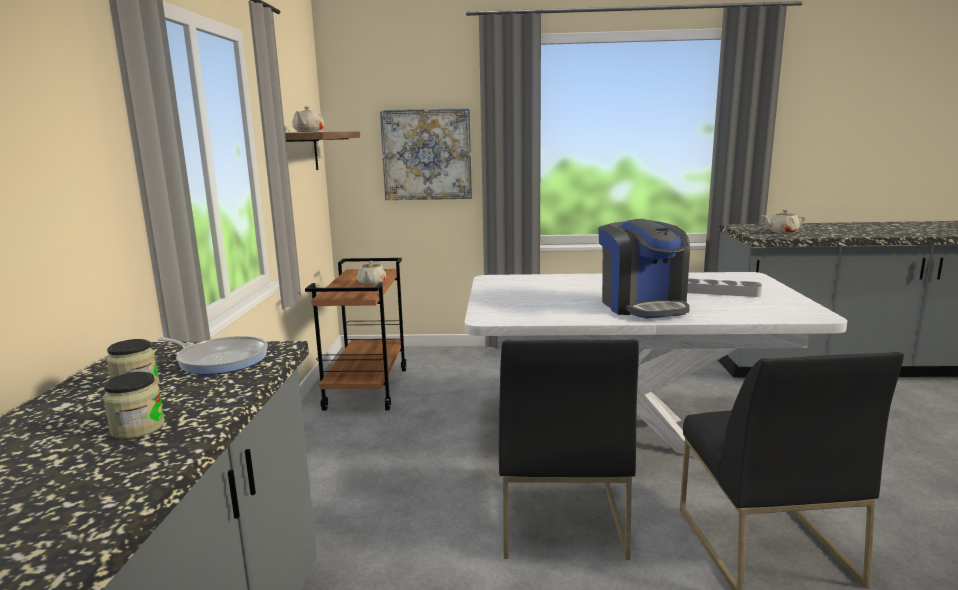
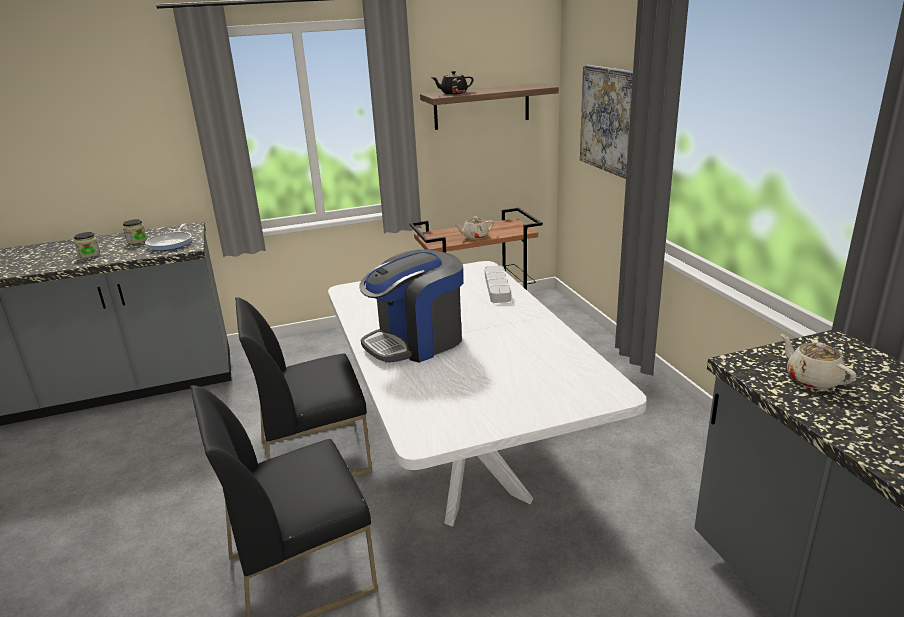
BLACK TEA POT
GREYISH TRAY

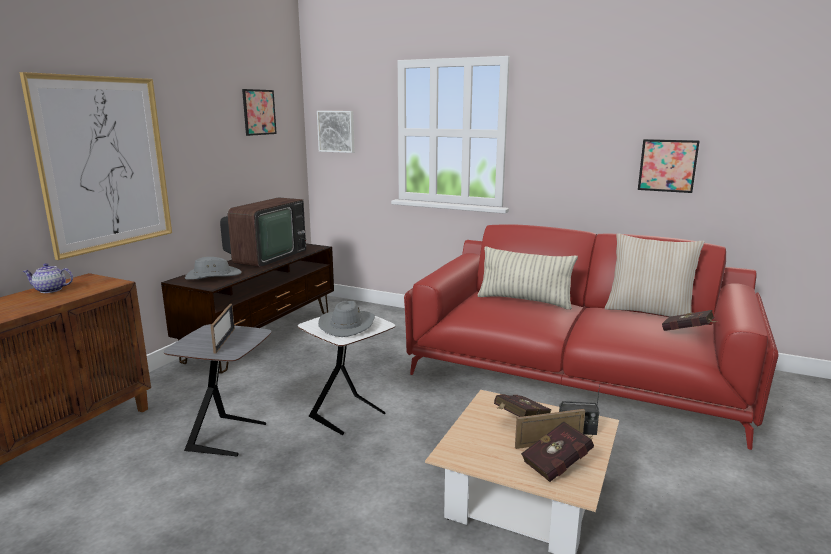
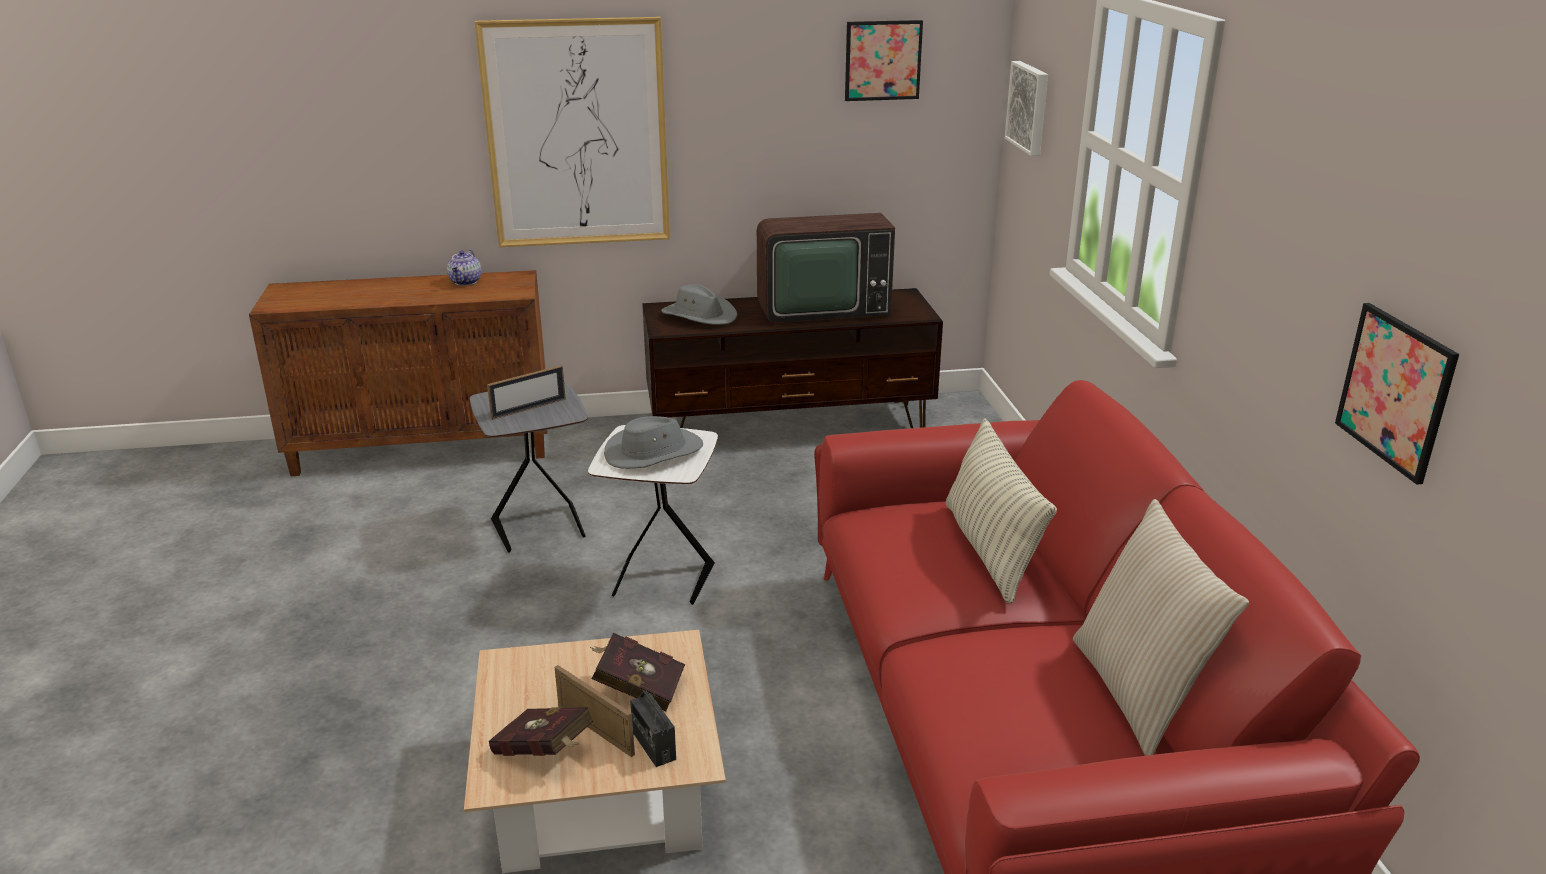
TEA POT
REDDISH VOLUME (no. 3 from left in the first image)

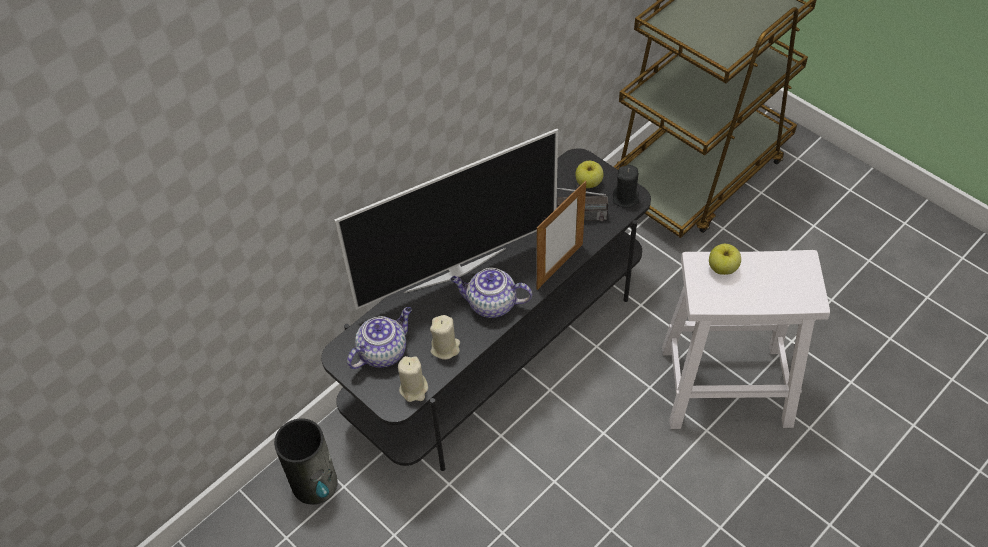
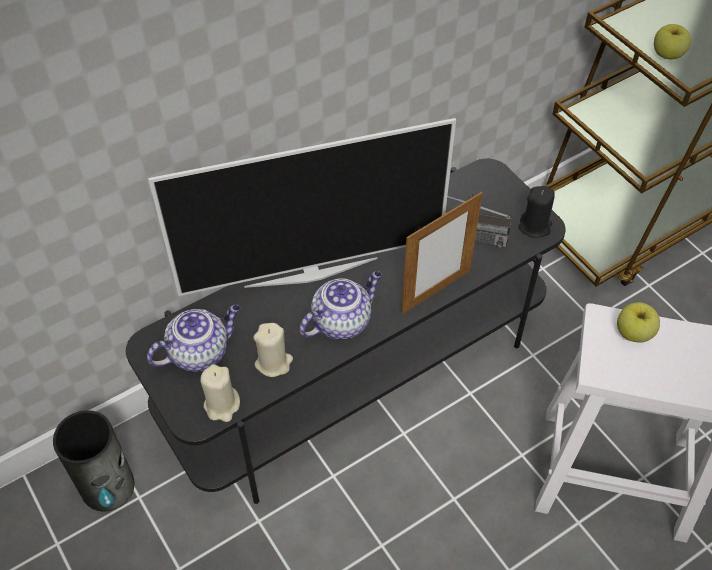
TEA POT (no. 2 from left)
APPLE FRUIT (no. 2 from left)

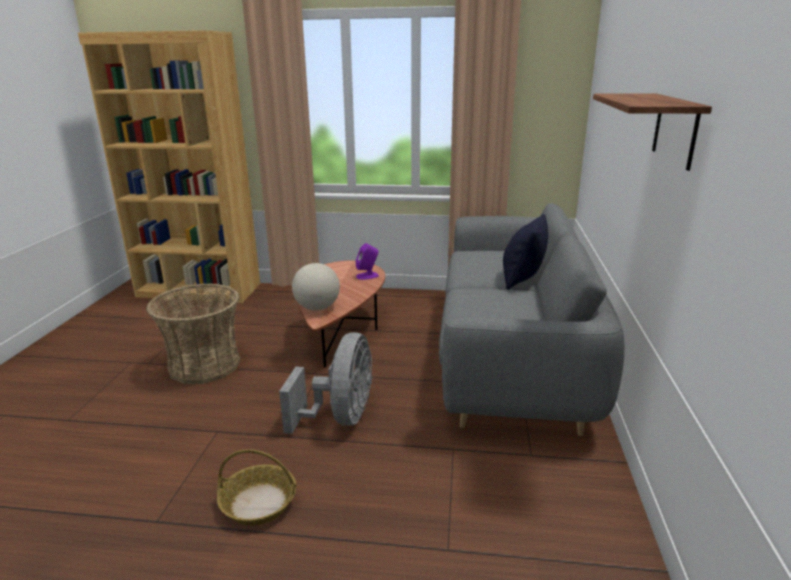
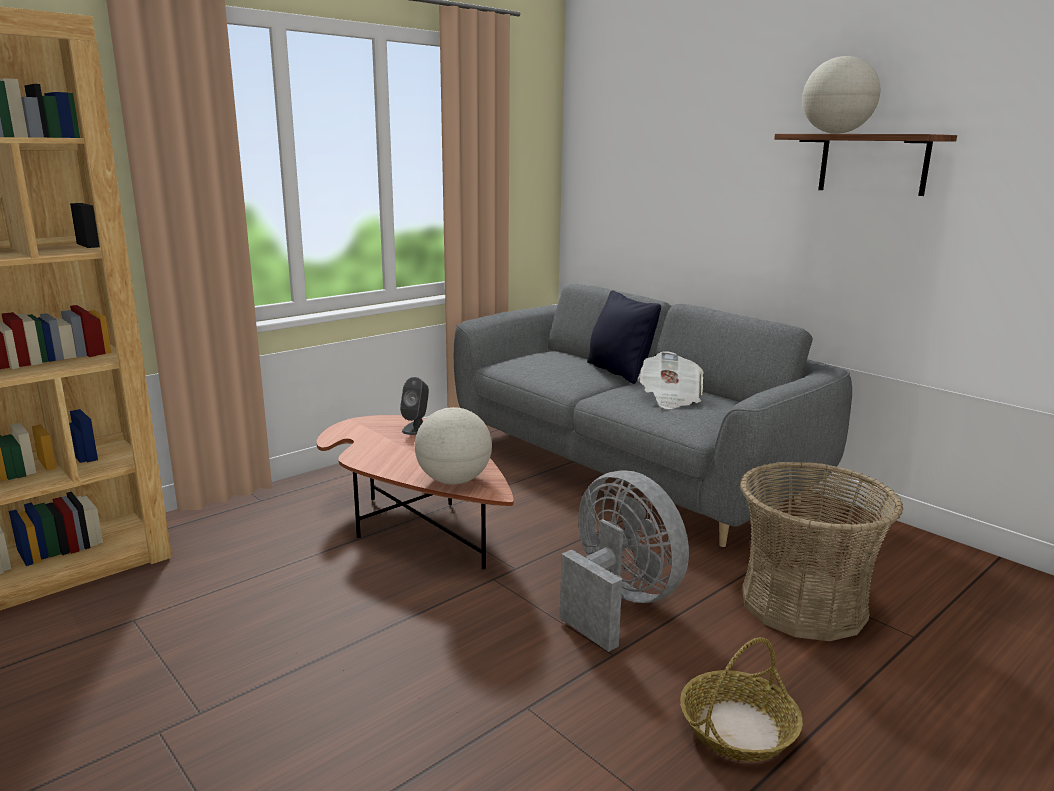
GREYISH LOUDSPEAKER
NEWSPAPER
HOUSEHOLD BASKET (no. 2 from left)
GLOBE (no. 2 from left)

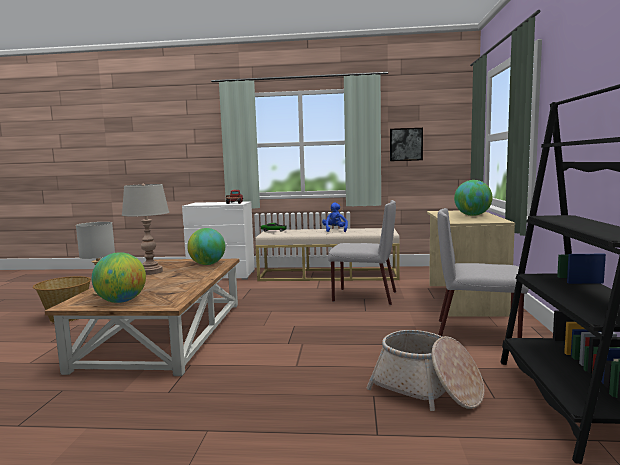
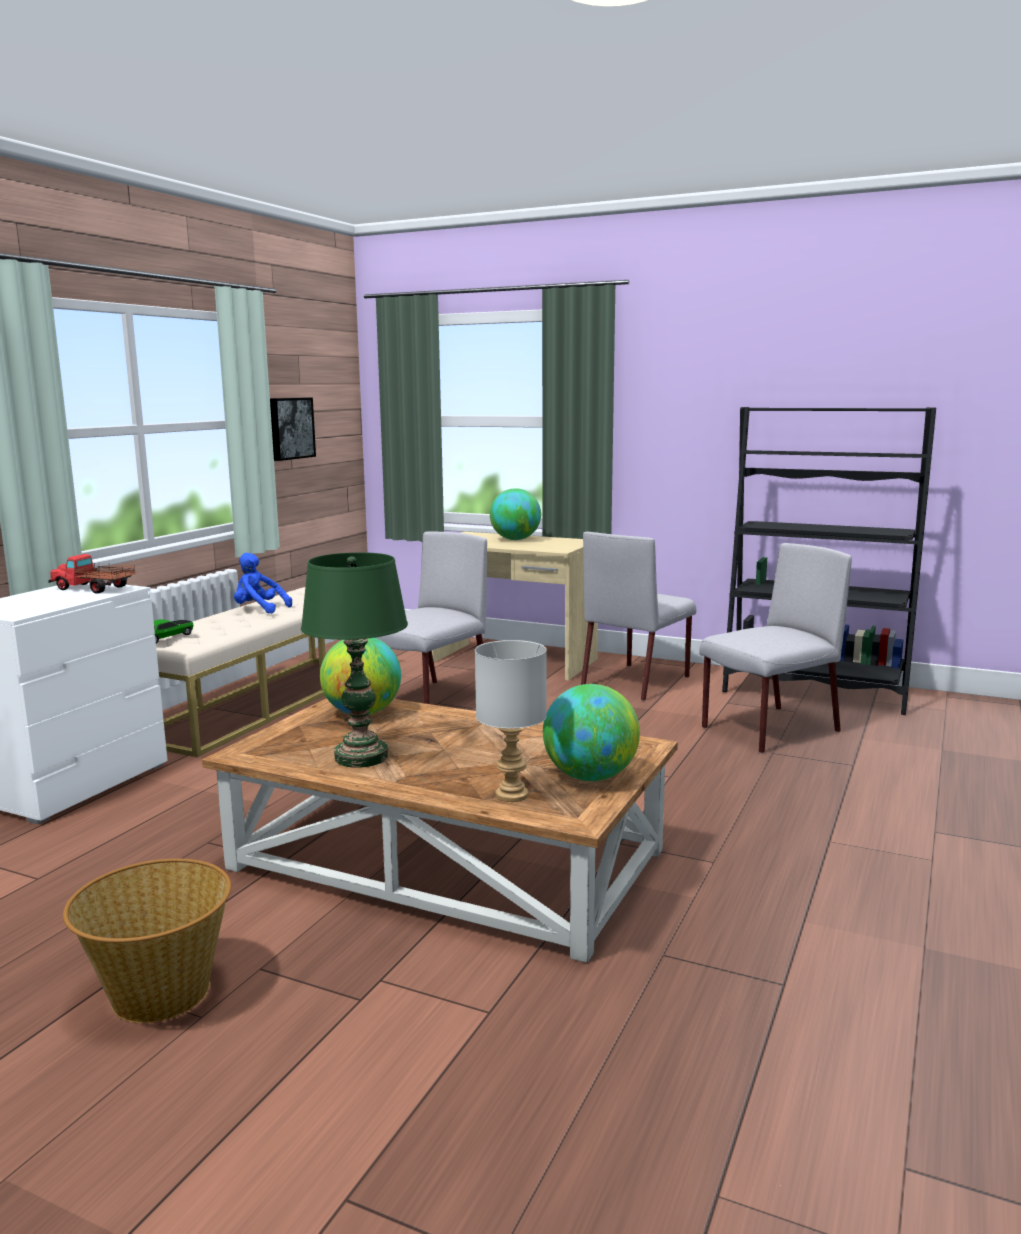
GREEN-COLOURED TABLE LAMP
GREYISH UPRIGHT CHAIR (no. 3 from left)

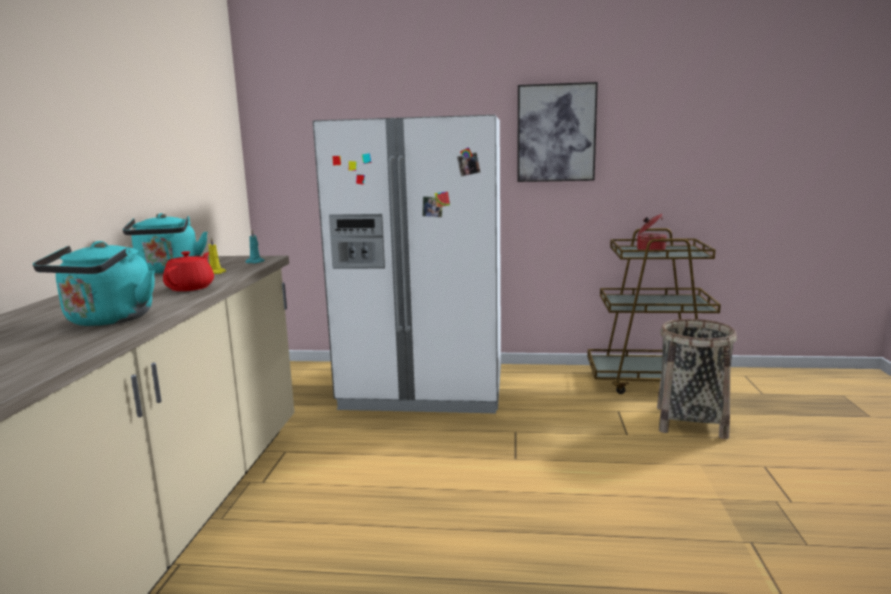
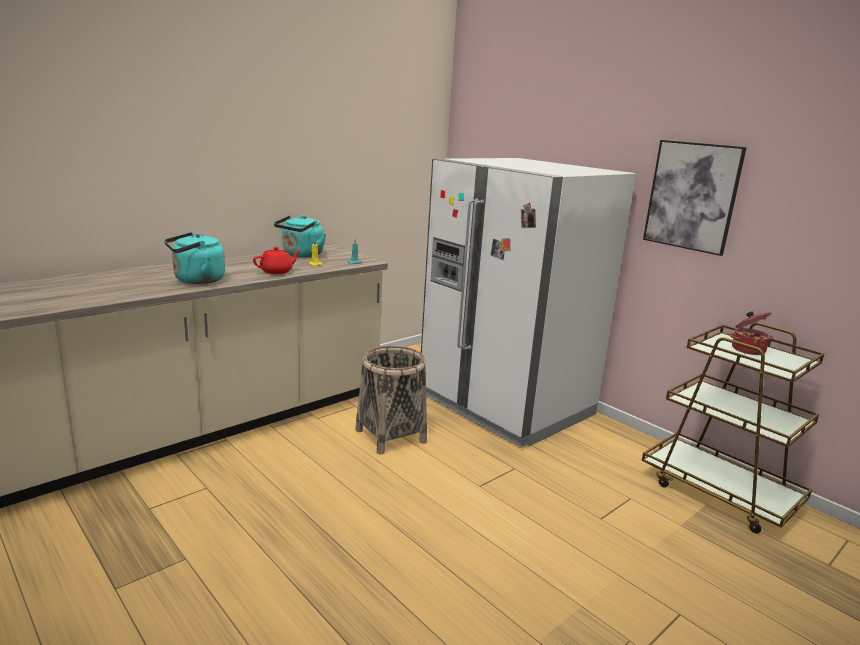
HOUSEHOLD BASKET

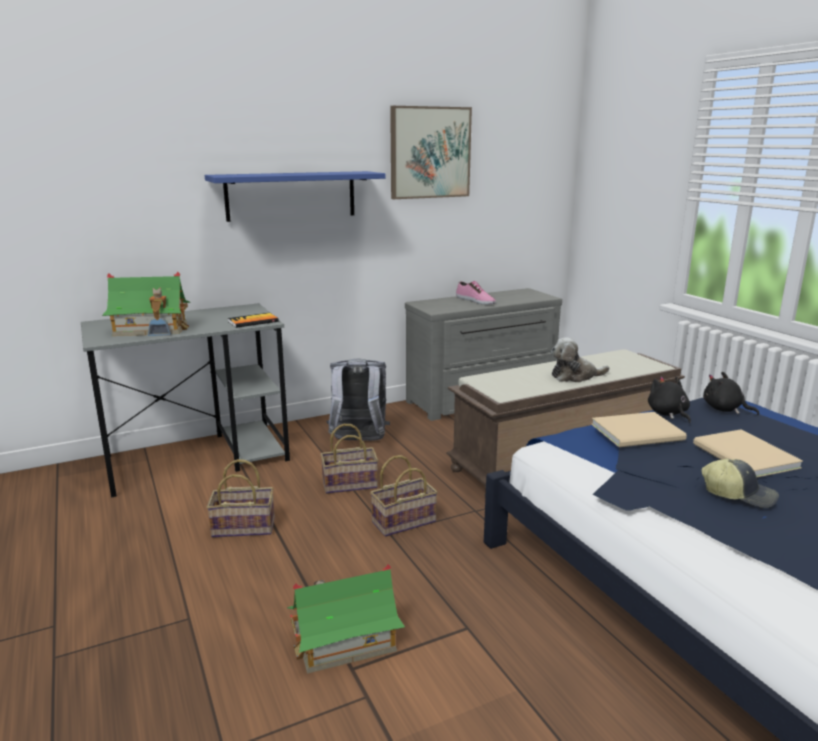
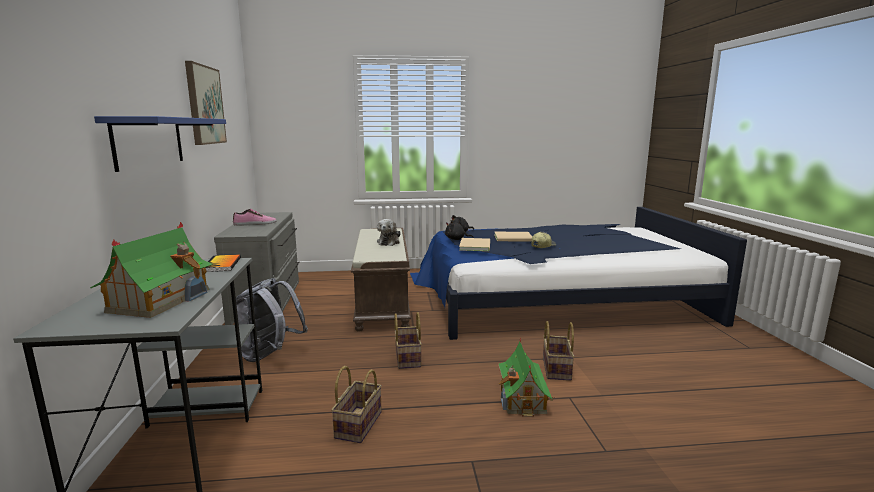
HOUSEHOLD BASKET (no. 3 from left)

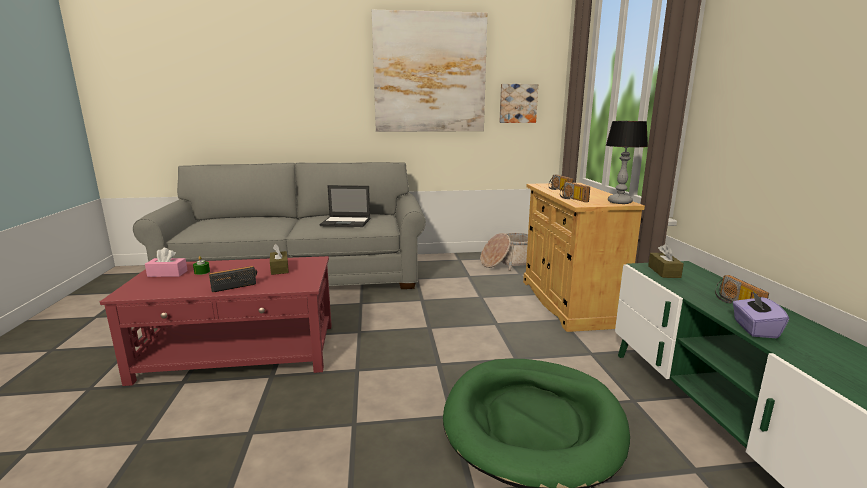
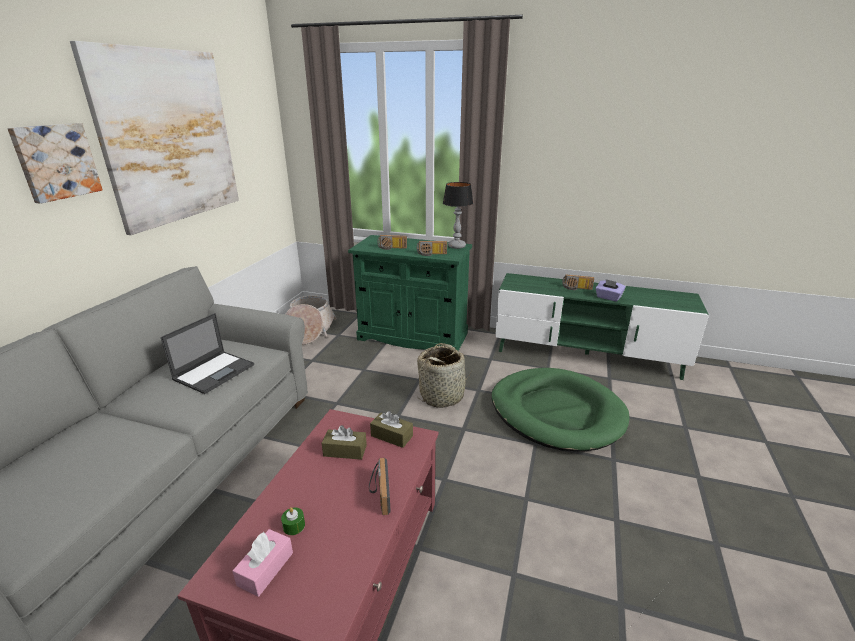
WALL PICTURE (no. 1 from left)
GREEN-COLOURED CABINET
BROWN-COLOURED TISSUE HOLDER (no. 2 from left)
HOUSEHOLD BASKET (no. 2 from left)

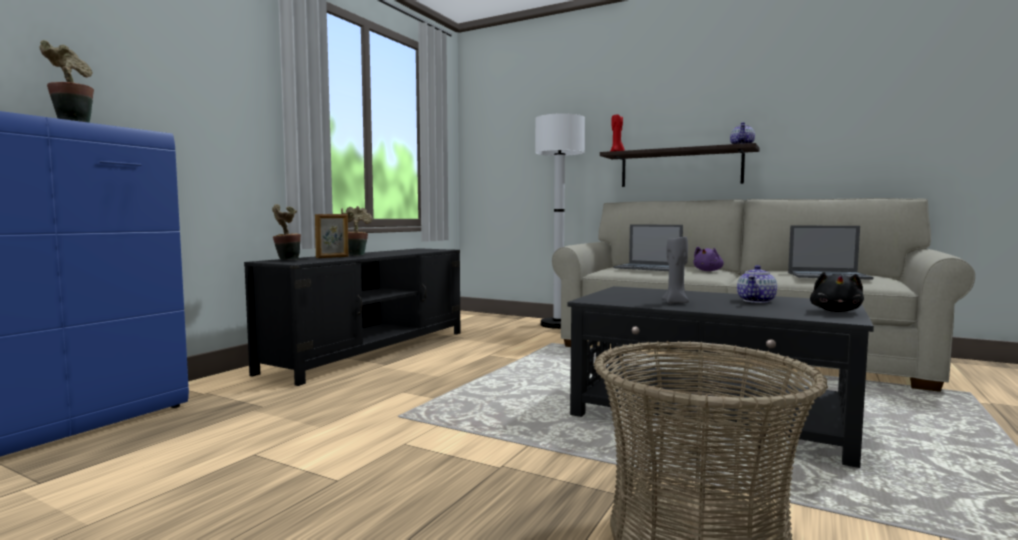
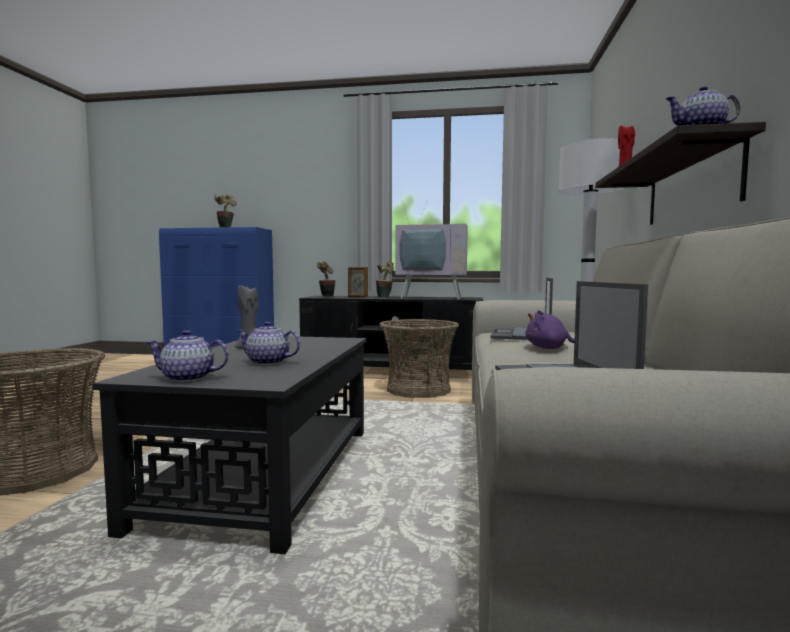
TEA POT (no. 1 from left)
HOUSEHOLD BASKET (no. 2 from left)
TELEVISION

